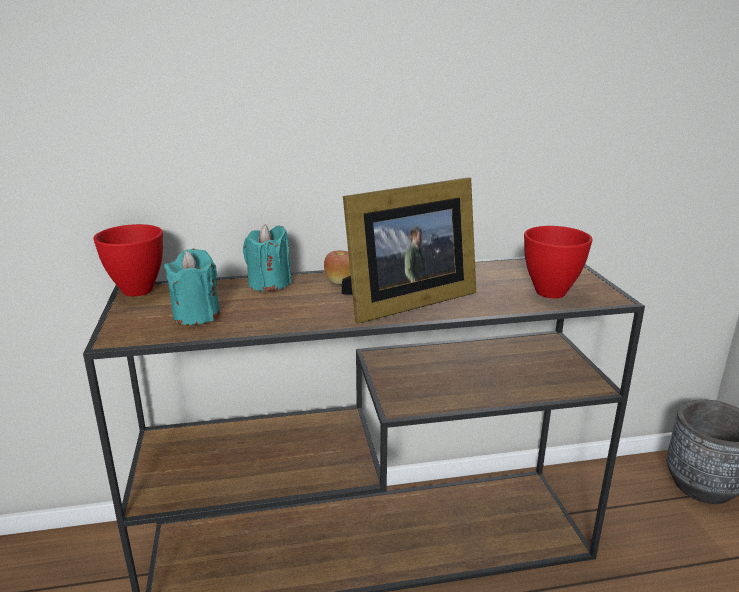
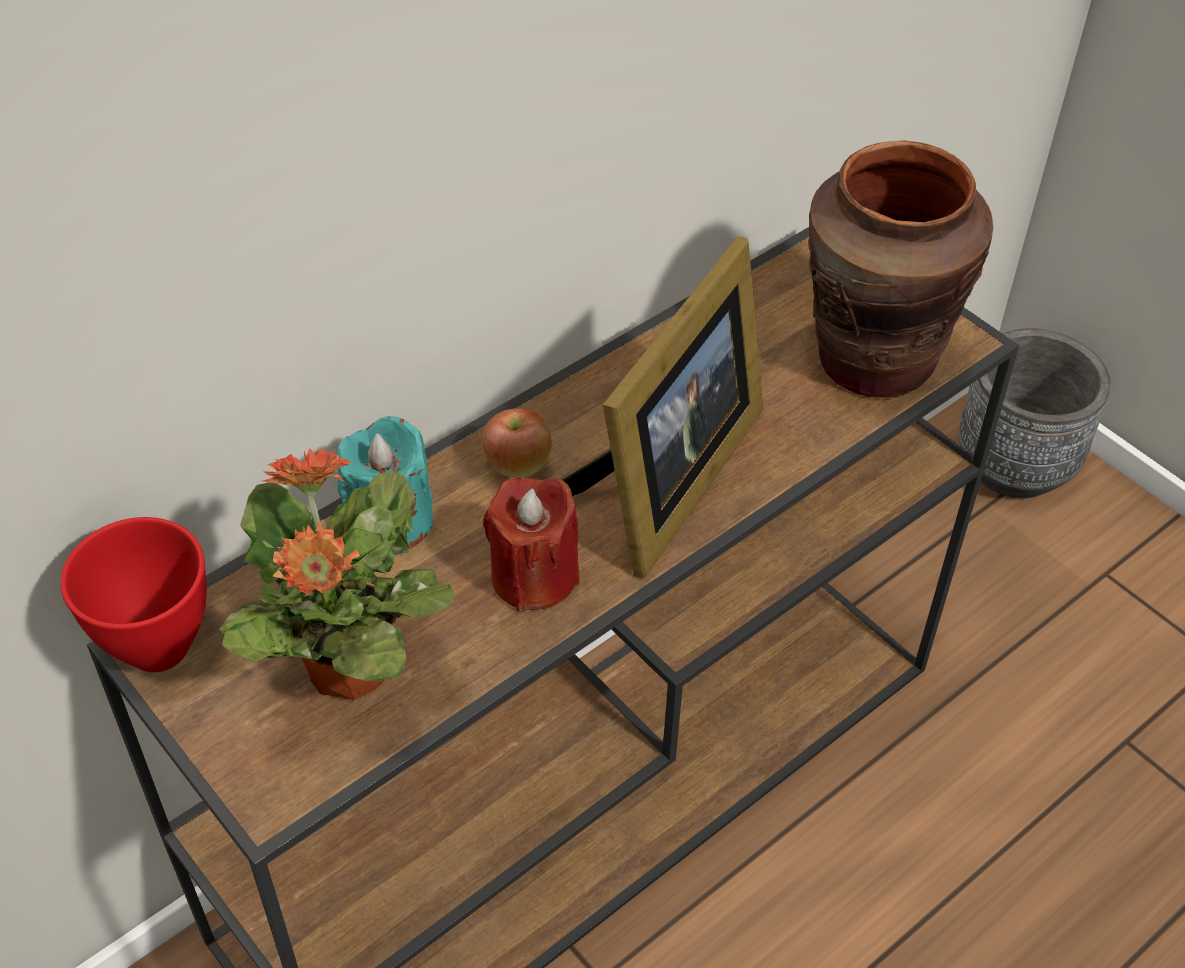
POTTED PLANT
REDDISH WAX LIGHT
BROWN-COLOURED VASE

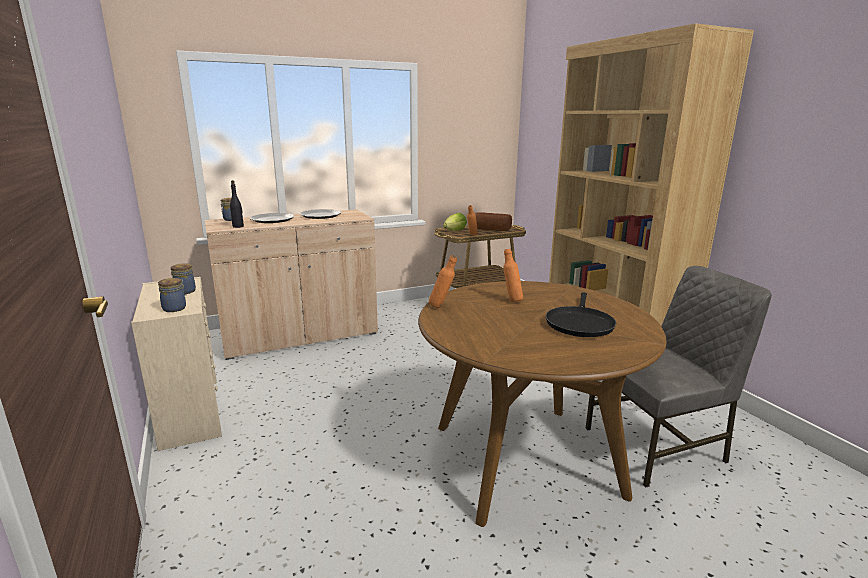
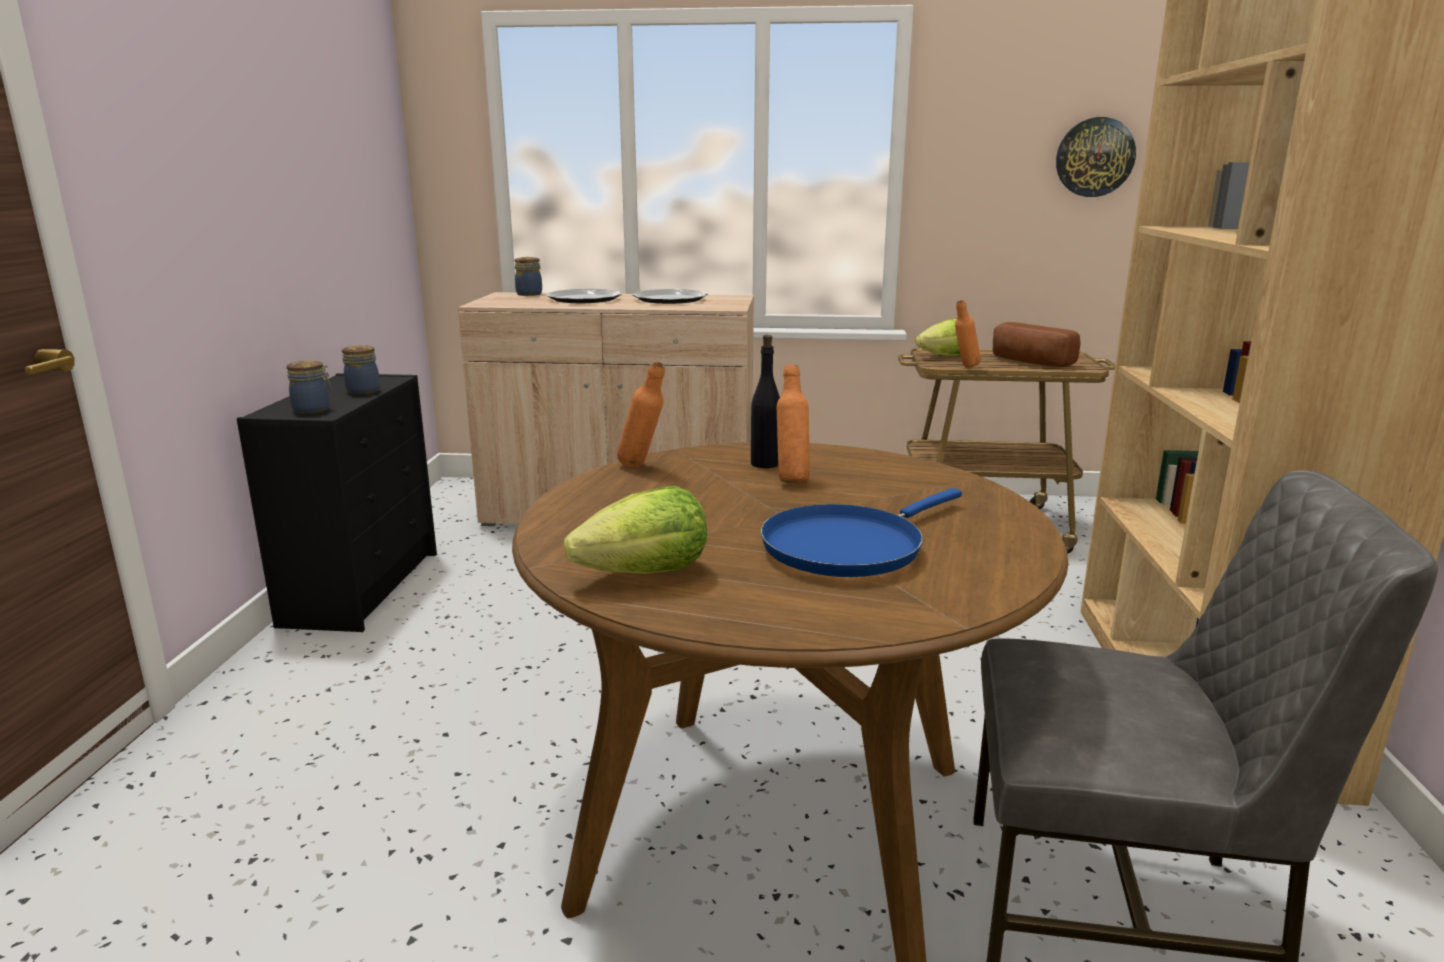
BLACK DRAWER CHEST
LETTUCE HEAD (no. 1 from left)
BLACK BEVERAGE BOTTLE
BLUE SKILLET
CLOCK ON THE WALL

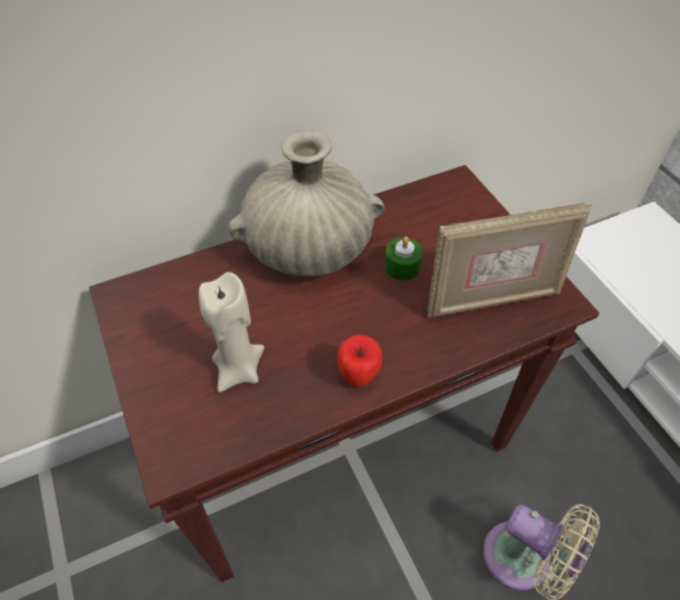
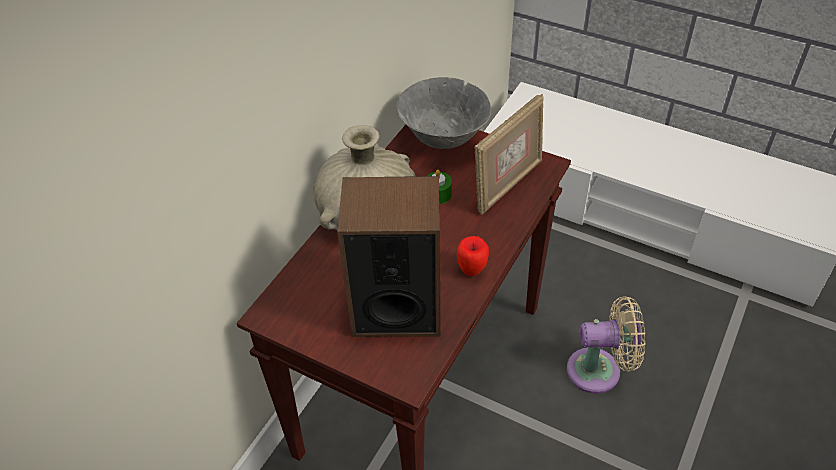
LOUDSPEAKER
GREYISH BOWL

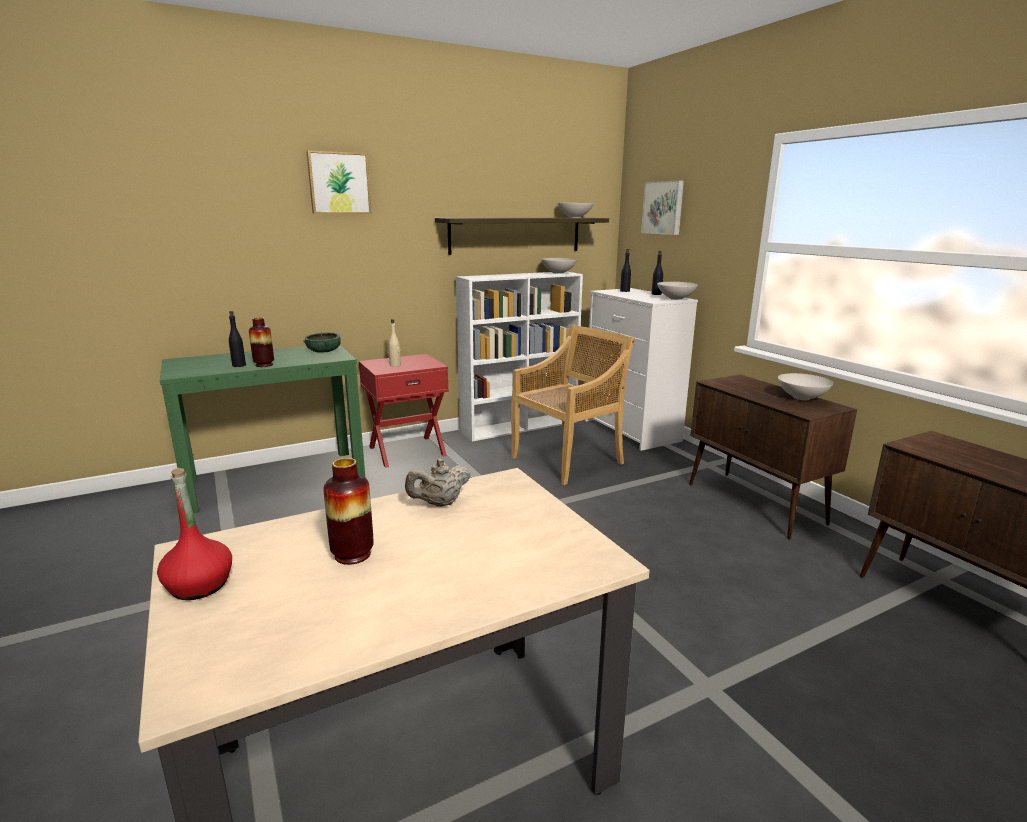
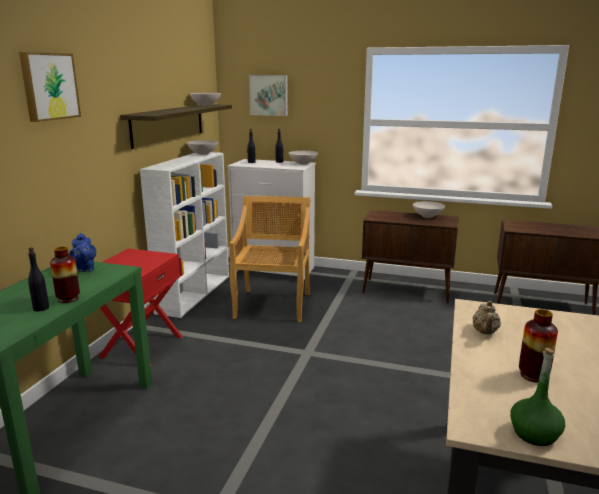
BLUE TEA POT
GREEN-COLOURED BEVERAGE BOTTLE
BEIGE-COLOURED BEVERAGE BOTTLE

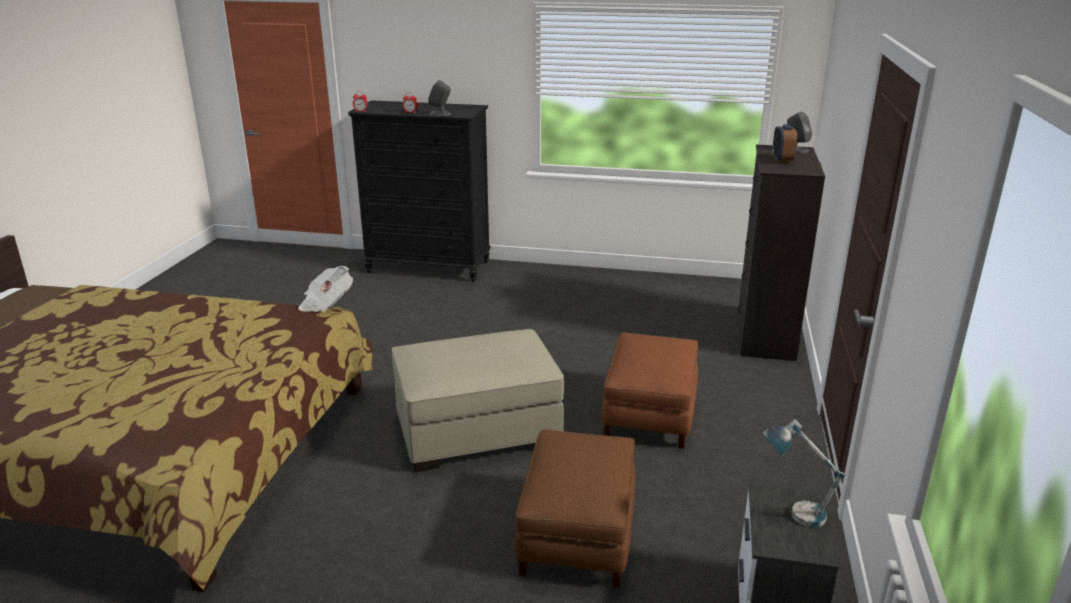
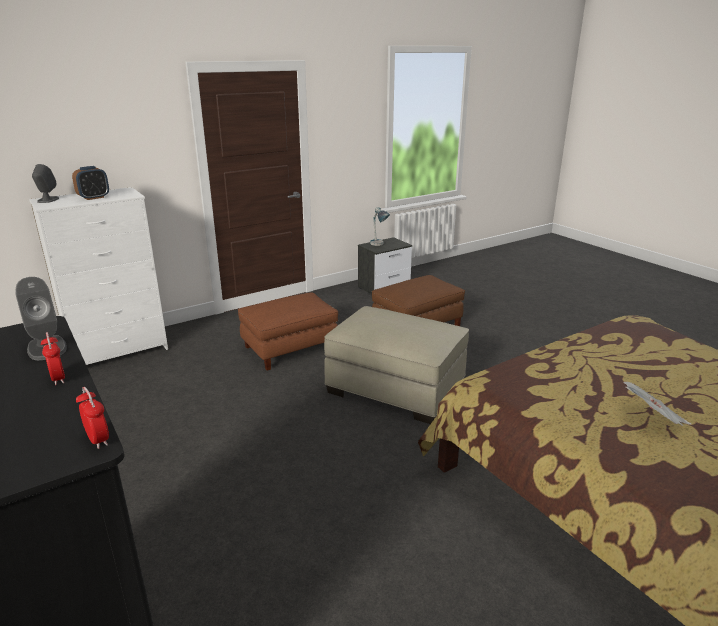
WHITE-COLOURED DRAWER CHEST
NEWSPAPER

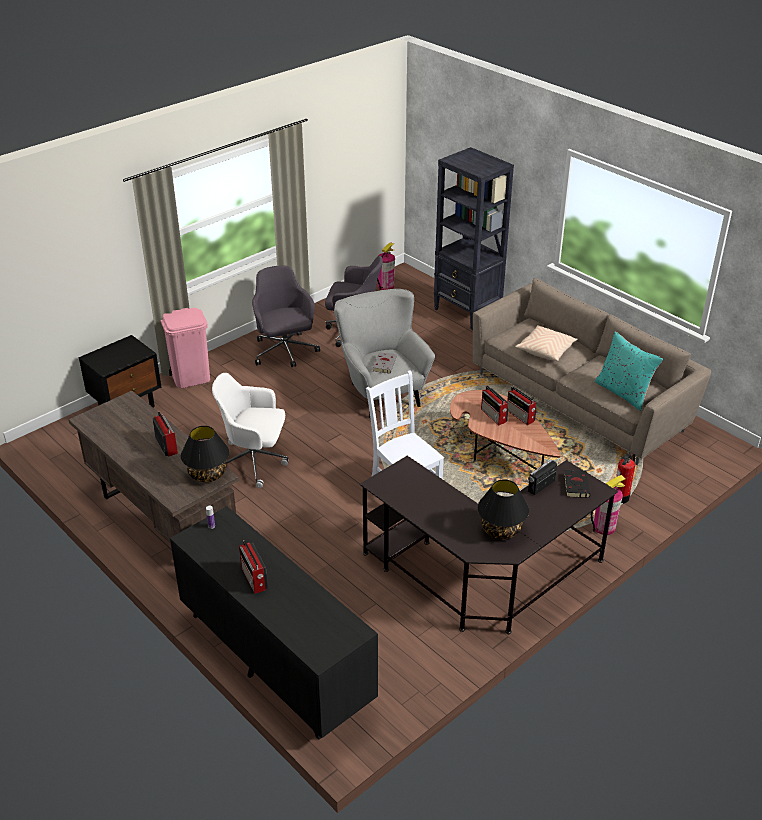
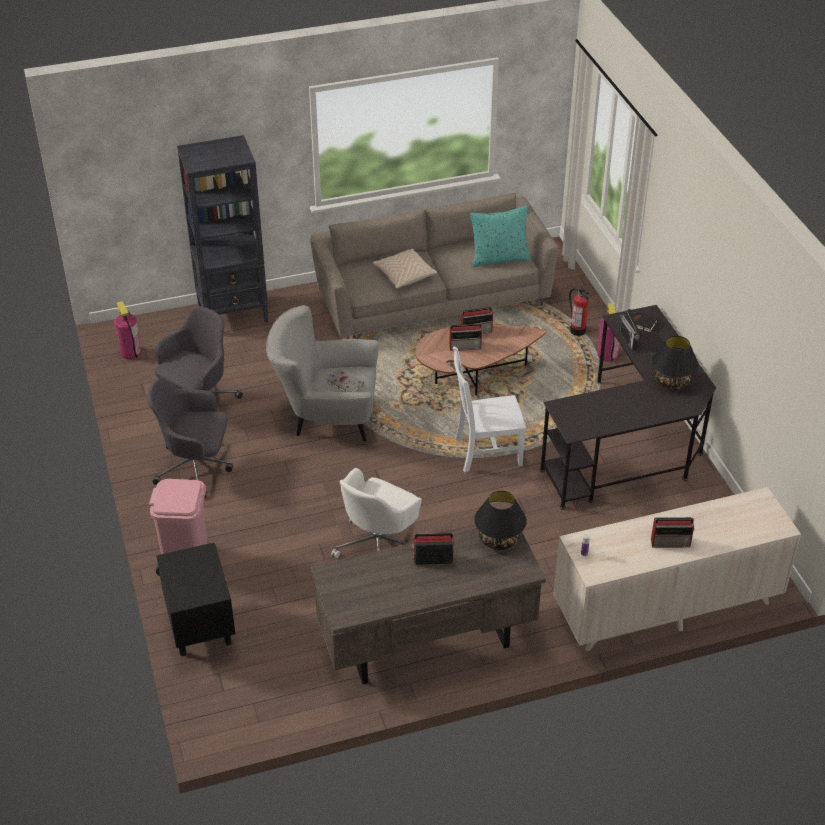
BEIGE-COLOURED DRAWER CHEST

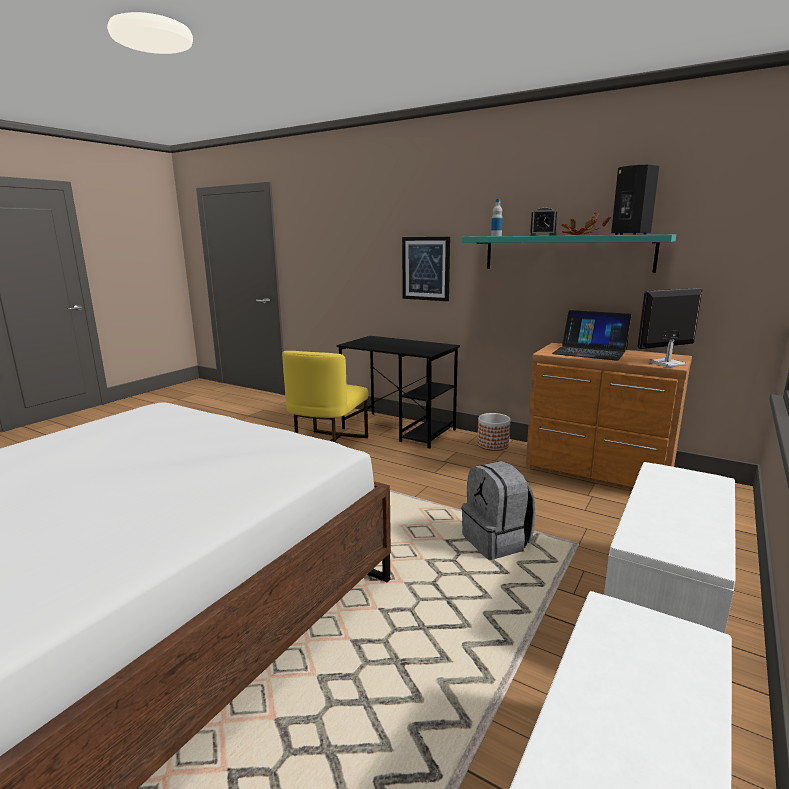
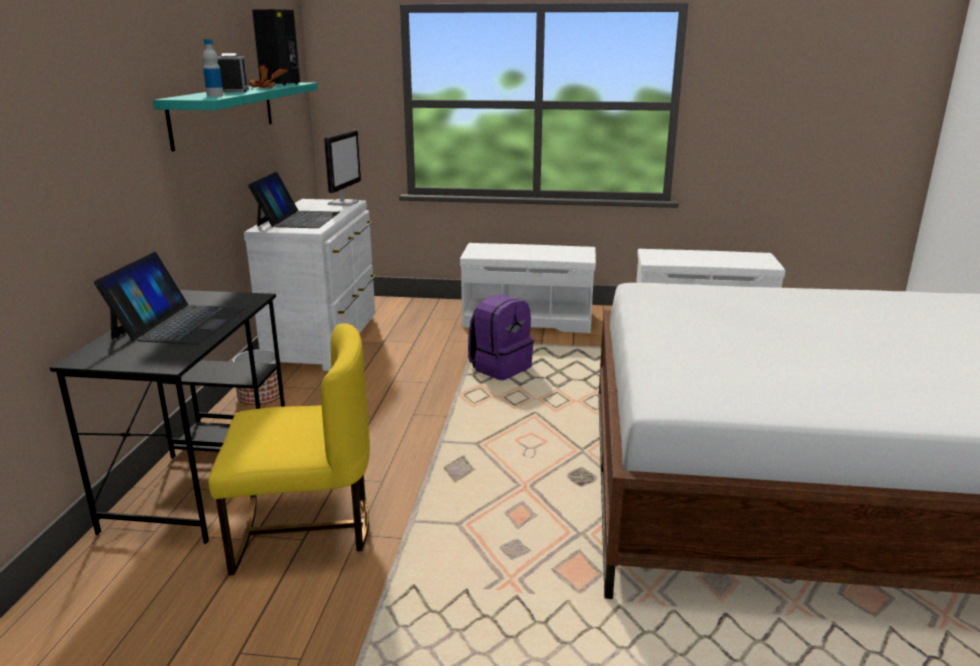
PORTABLE COMPUTER (no. 1 from left)
WHITE-COLOURED DRAWER CHEST
COMPUTER DISPLAY
PURPLE-COLOURED KNAPSACK
WALL PICTURE

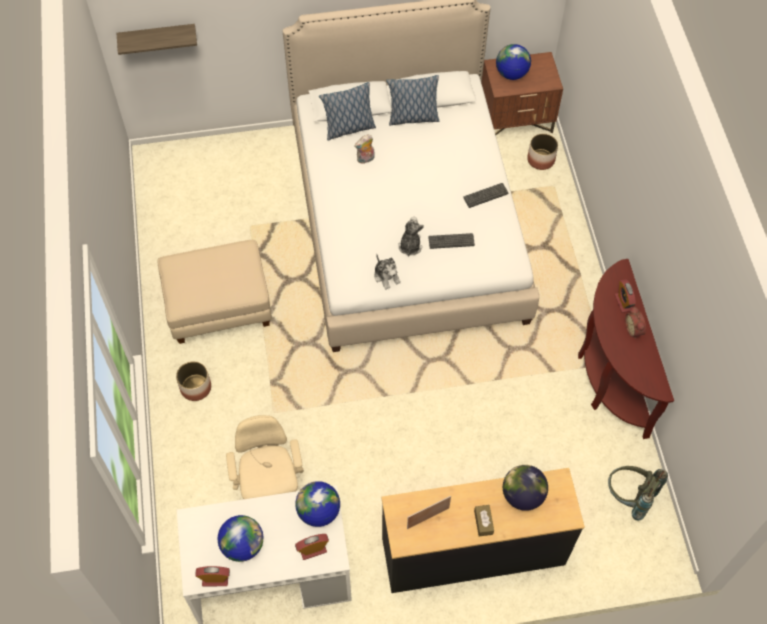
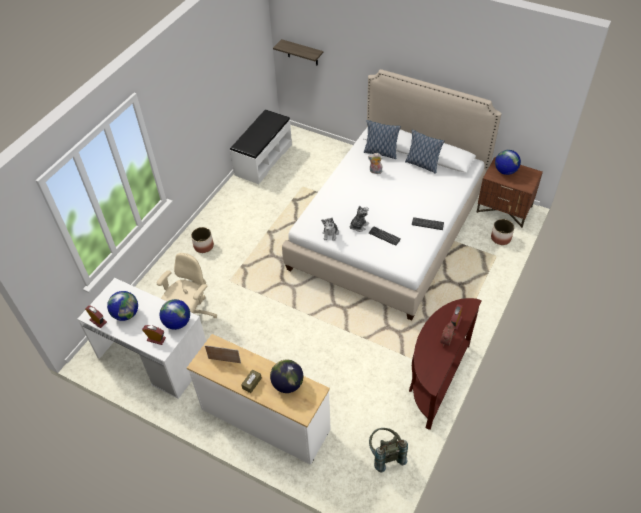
WHITE-COLOURED DRAWER CHEST
WHITE-COLOURED BENCH
BEIGE-COLOURED OTTOMAN

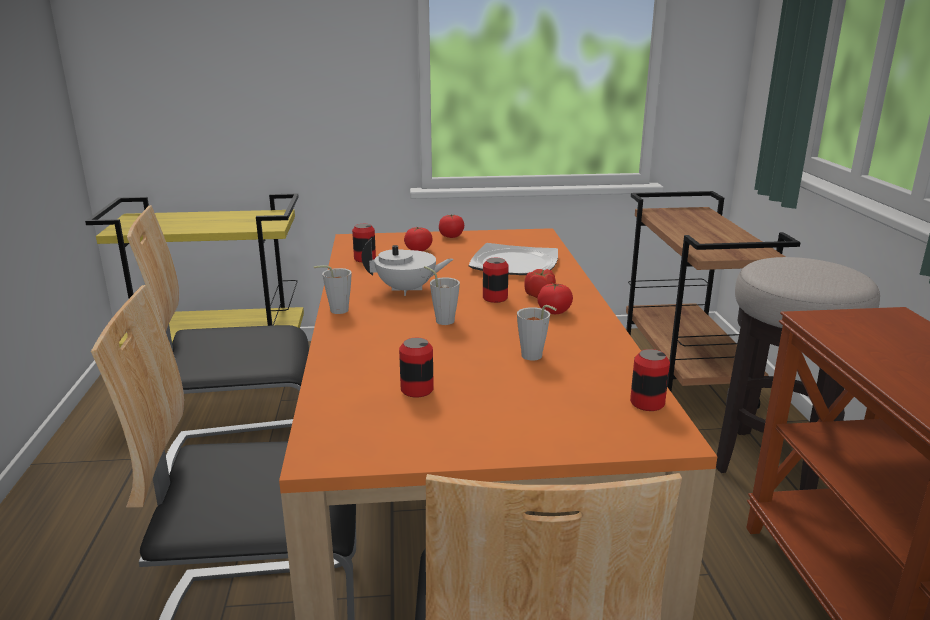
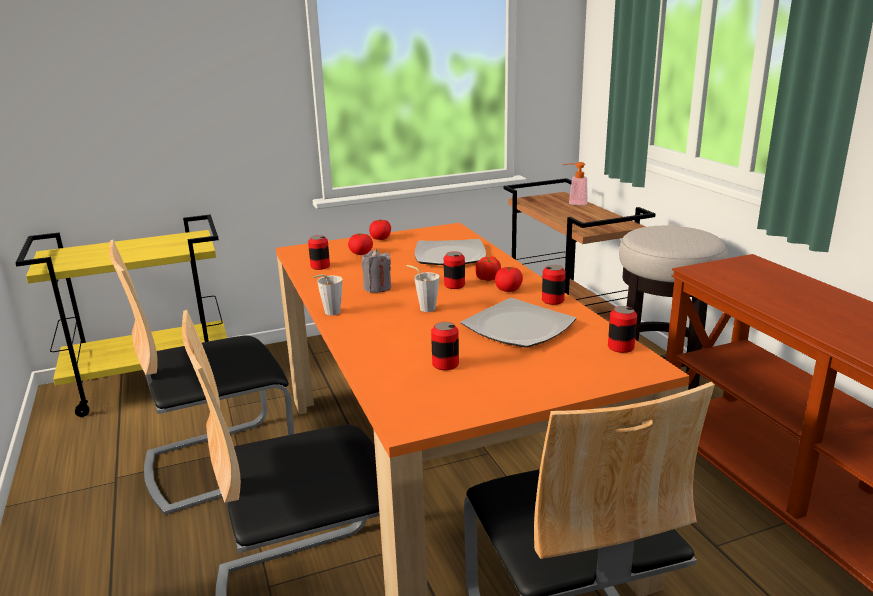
GREYISH WAX LIGHT
DINNER PLATE (no. 2 from left)
METAL CAN (no. 4 from left)
SOAP BOTTLE

